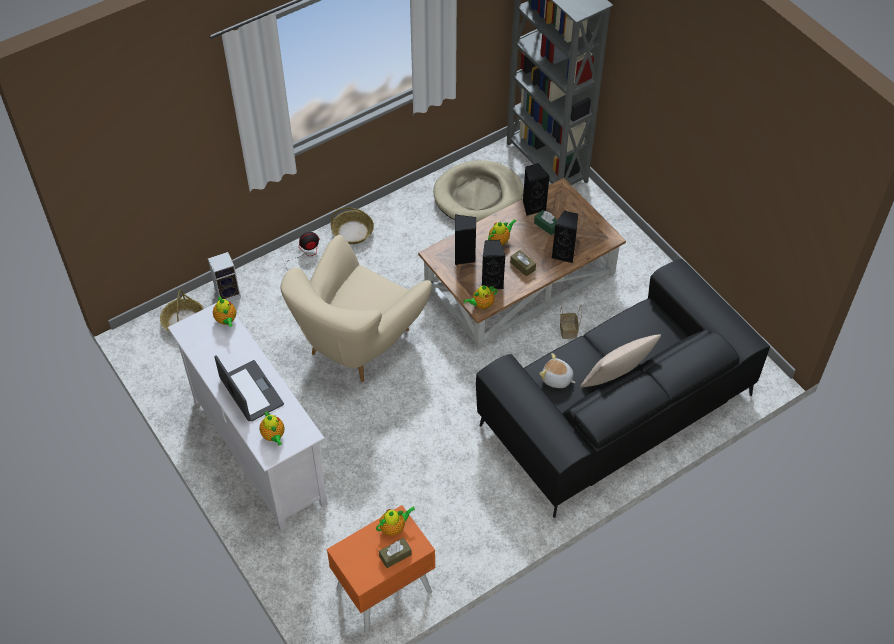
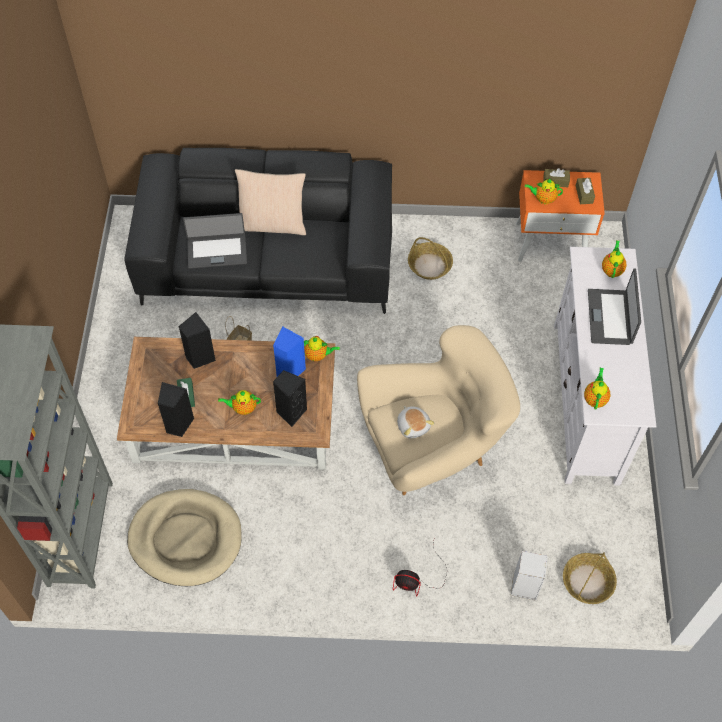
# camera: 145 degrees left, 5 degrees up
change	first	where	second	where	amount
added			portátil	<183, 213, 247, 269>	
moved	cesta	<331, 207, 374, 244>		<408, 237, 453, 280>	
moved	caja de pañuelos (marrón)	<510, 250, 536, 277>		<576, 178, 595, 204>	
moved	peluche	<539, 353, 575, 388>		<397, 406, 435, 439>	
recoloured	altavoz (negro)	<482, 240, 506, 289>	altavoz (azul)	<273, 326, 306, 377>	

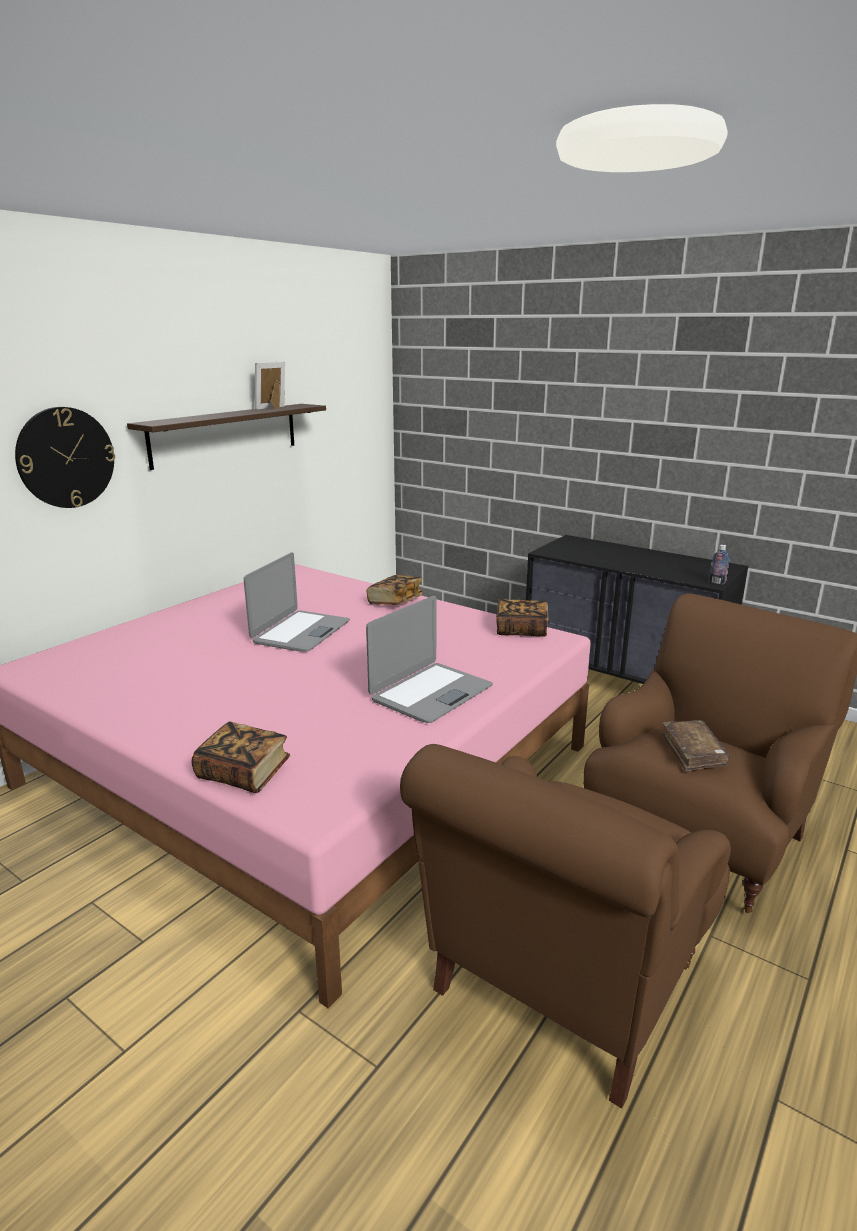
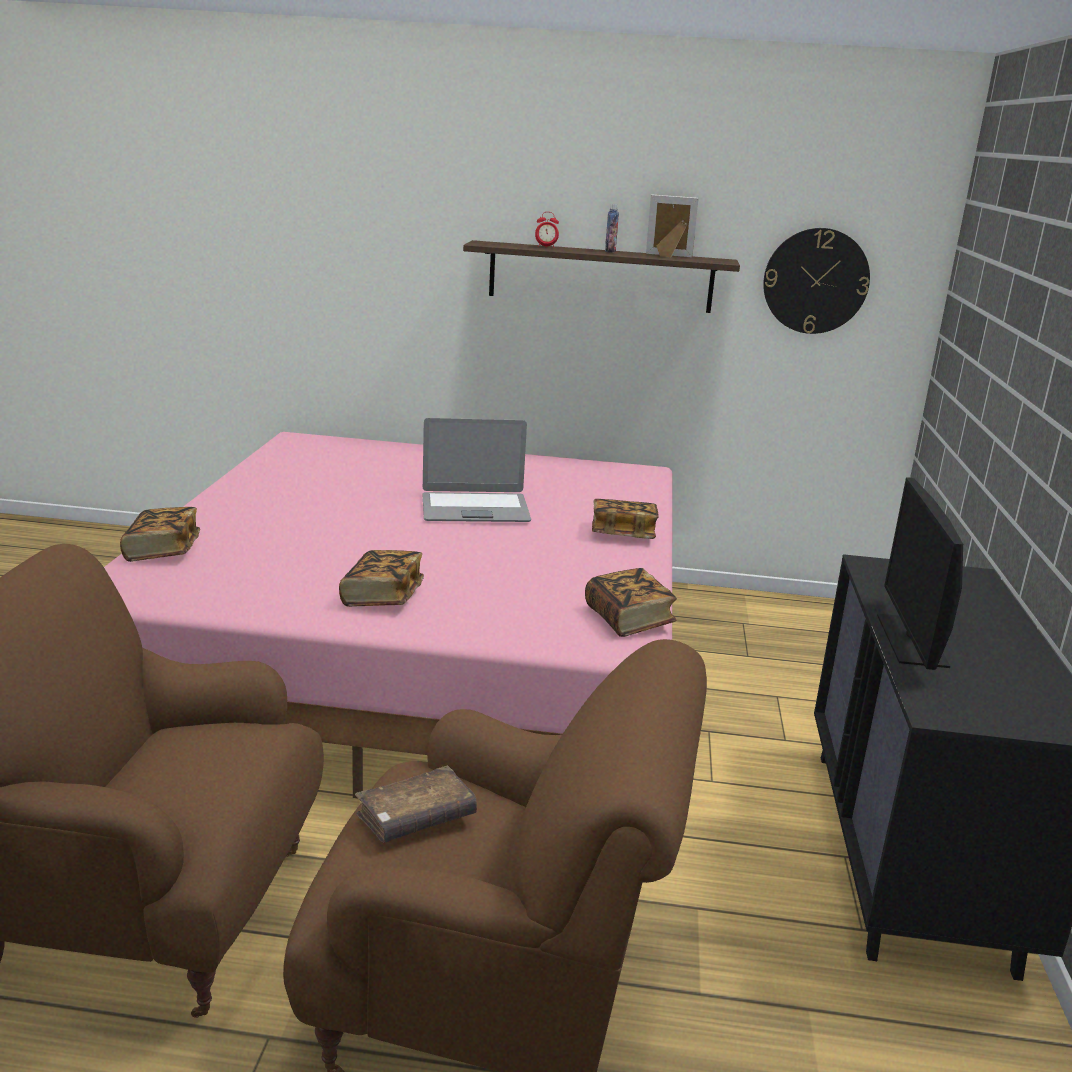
# camera: 60 degrees right, 0 degrees up
change	first	where	second	where	amount
added			despertador	<535, 212, 559, 248>	
added			monitor	<877, 477, 963, 670>	
moved	reloj de pared	<15, 407, 115, 508>		<763, 228, 870, 334>	
moved	botella	<709, 545, 730, 584>		<605, 204, 619, 253>	
replaced	portátil	<366, 596, 493, 723>	libro	<339, 550, 424, 607>	

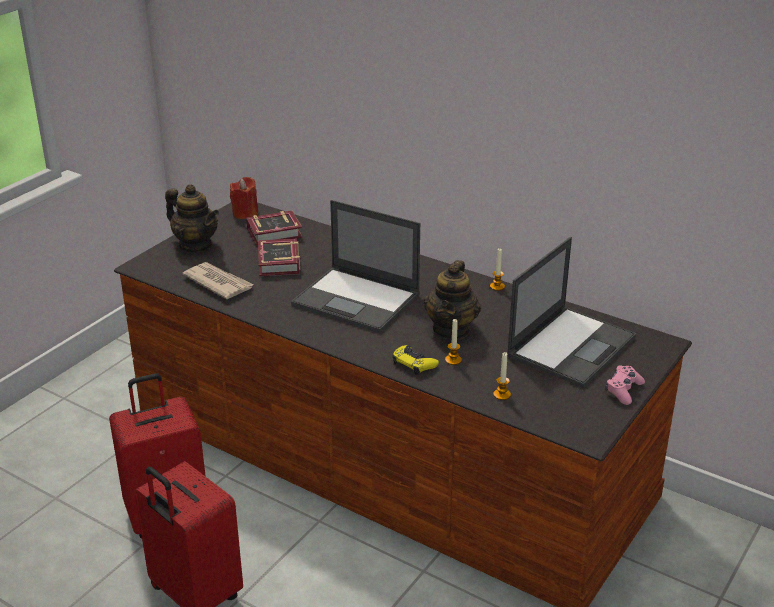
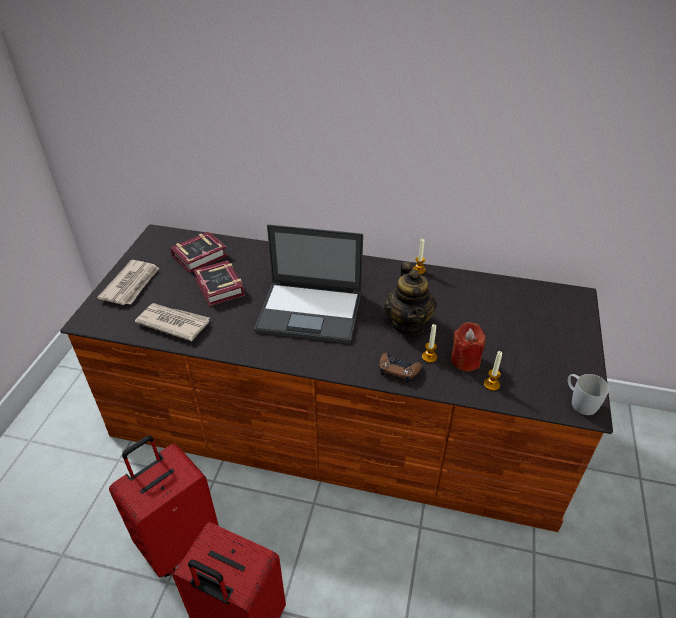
# camera: 20 degrees left, 10 degrees up
change	first	where	second	where	amount
removed	portátil	<507, 237, 636, 388>			
removed	mando de consola (rosa)	<606, 365, 645, 405>			
added			taza grande (blanco)	<568, 374, 609, 415>	
moved	vela (rojo)	<230, 177, 258, 219>		<451, 322, 485, 371>	
replaced	tetera	<165, 184, 219, 252>	periódico	<97, 260, 160, 305>	
recoloured	mando de consola (amarillo)	<393, 345, 439, 375>	mando de consola (marrón)	<379, 353, 422, 383>	

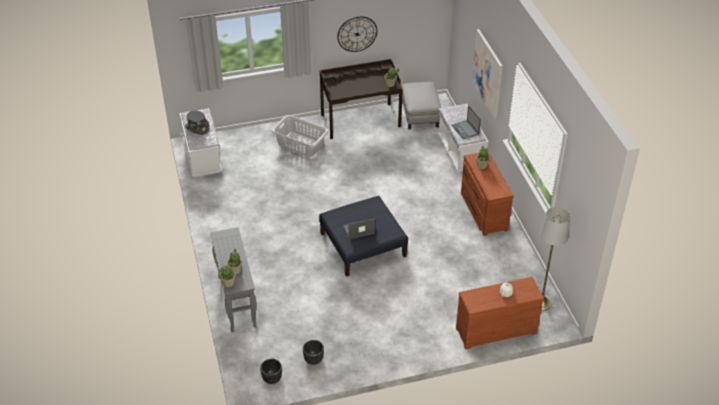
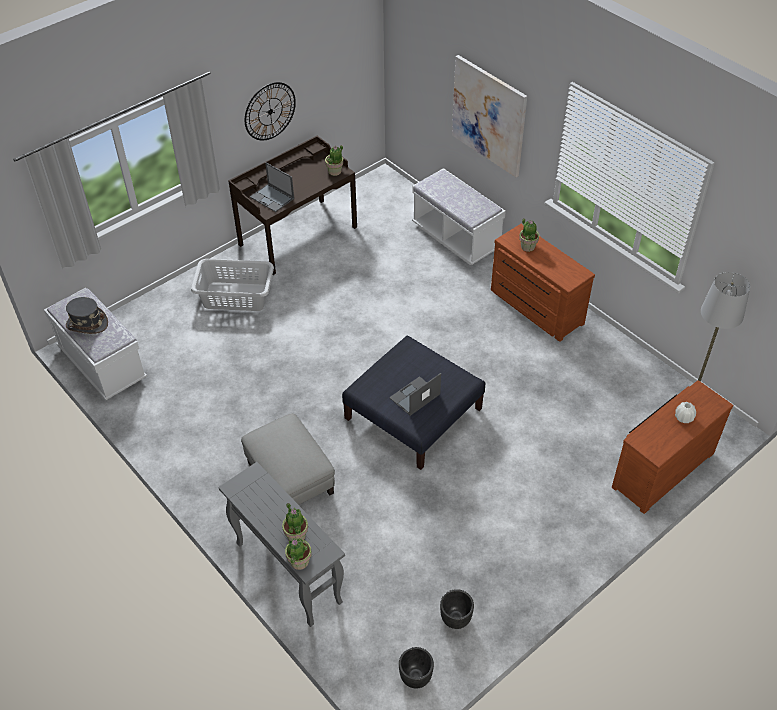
# camera: 25 degrees left, 5 degrees up
change	first	where	second	where	amount
moved	puf (gris)	<402, 82, 441, 130>		<241, 413, 335, 505>	
moved	portátil	<452, 106, 481, 139>		<250, 163, 294, 212>	

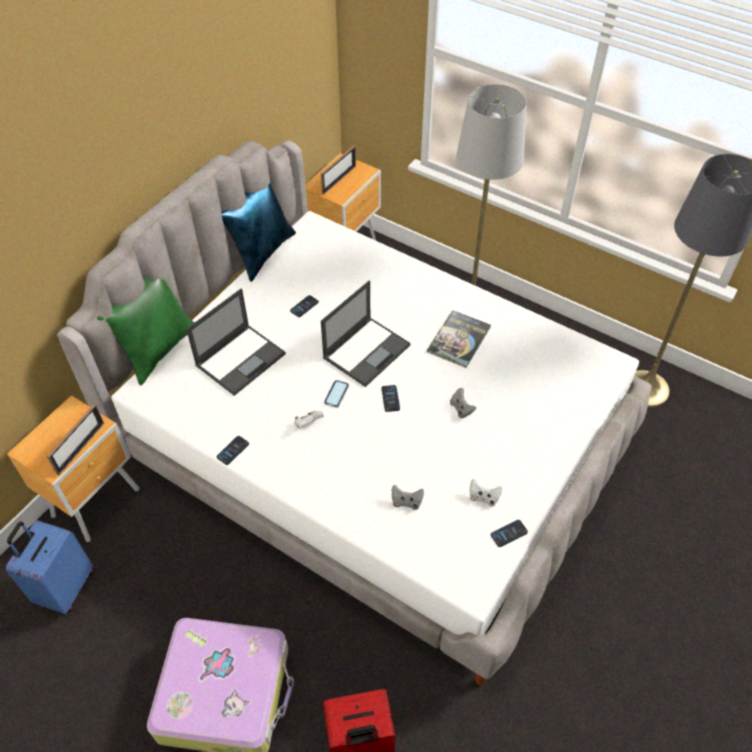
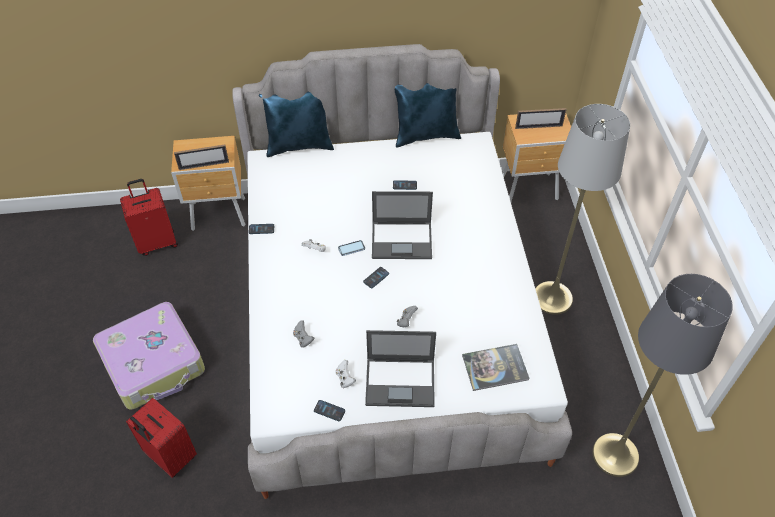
# camera: 50 degrees right, 0 degrees up
change	first	where	second	where	amount
moved	portátil	<186, 288, 286, 396>		<365, 330, 436, 407>	
moved	libro	<427, 310, 491, 368>		<462, 344, 530, 391>	
recoloured	maleta (azul)	<6, 520, 94, 614>	maleta (rojo)	<120, 179, 178, 256>	
recoloured	cojín (verde)	<97, 278, 194, 386>	cojín (azul)	<259, 91, 334, 157>	

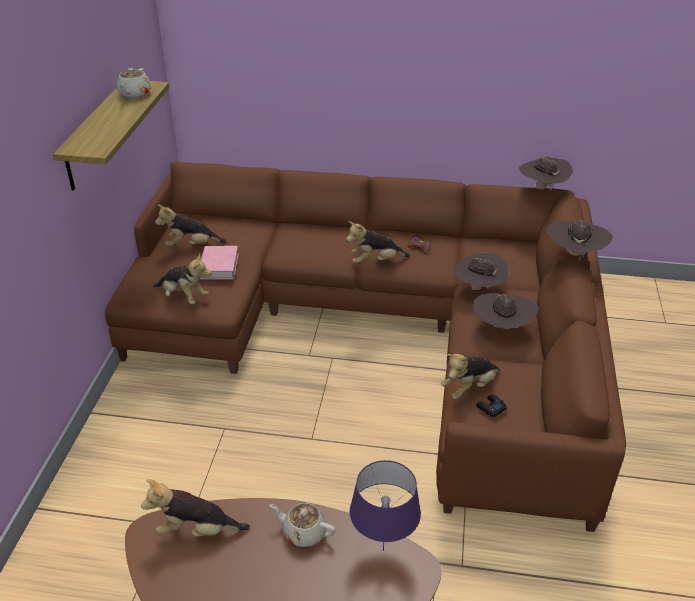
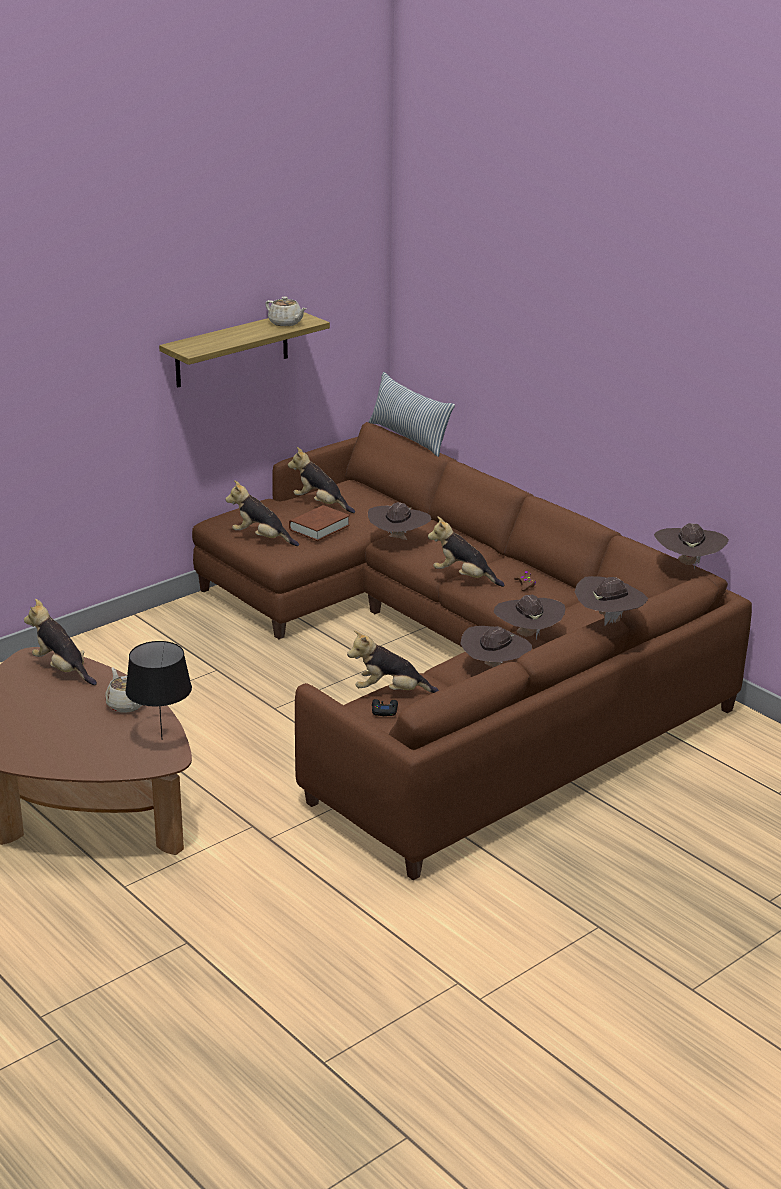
# camera: 40 degrees right, 10 degrees down
change	first	where	second	where	amount
added			sombrero (marrón)	<368, 502, 431, 540>	
added			cojín	<369, 372, 455, 457>	
recoloured	libro (rosa)	<200, 246, 239, 279>	libro (marrón)	<289, 505, 350, 541>	
recoloured	lámpara de mesa (morado)	<350, 460, 421, 551>	lámpara de mesa (negro)	<125, 641, 192, 739>	
turned	tetera (beis)	<116, 68, 151, 99>		<265, 297, 307, 326>	105 degrees counterclockwise
turned	peluche	<153, 253, 211, 304>		<225, 480, 299, 546>	135 degrees clockwise

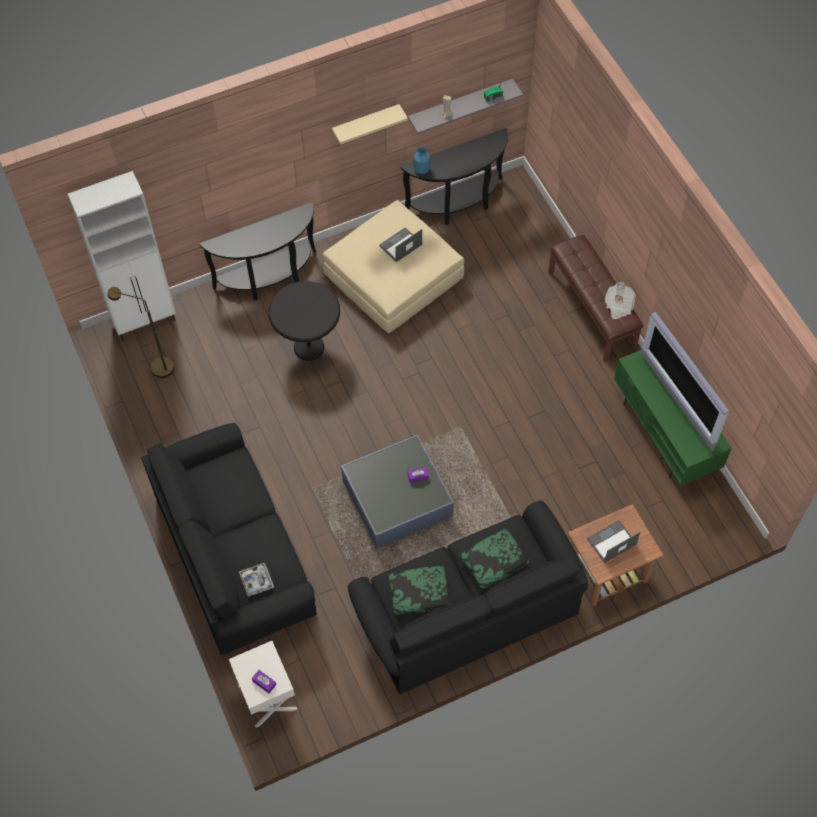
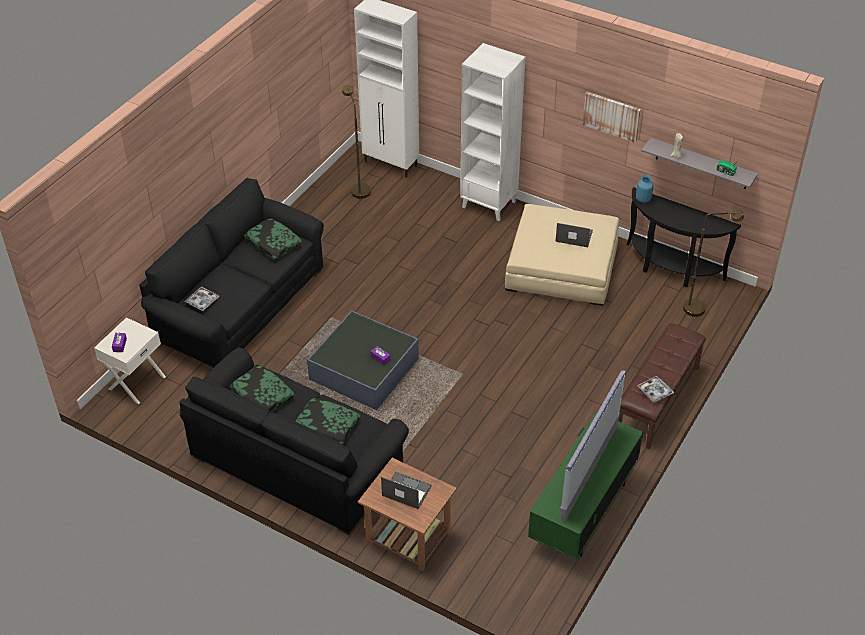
# camera: 55 degrees right, 15 degrees down
change	first	where	second	where	amount
removed	mesa auxiliar (negro)	<269, 281, 340, 361>			
added			cojín	<244, 219, 302, 259>	
added			lámpara de pie (marrón)	<683, 210, 744, 317>	
replaced	mesa consola (negro)	<200, 202, 316, 301>	estantería (blanco)	<460, 43, 525, 221>	
replaced	estante (beis)	<332, 104, 408, 145>	cuadro	<583, 92, 641, 143>	
replaced	periódico	<604, 282, 636, 319>	bandeja	<637, 376, 675, 403>	

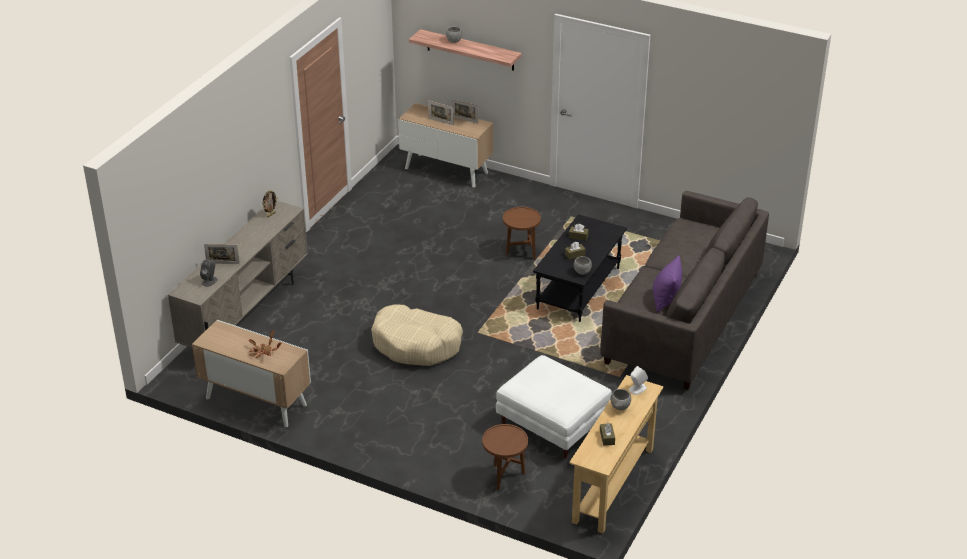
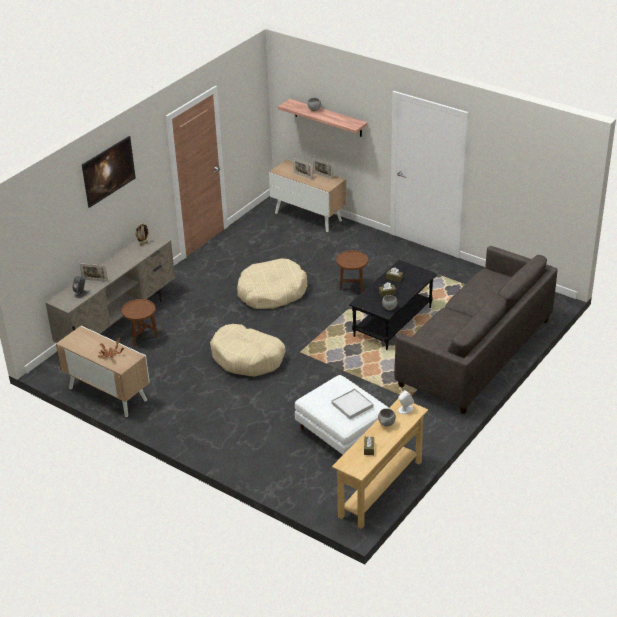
# camera: 10 degrees right, 0 degrees up
change	first	where	second	where	amount
removed	cojín (morado)	<653, 255, 682, 312>			
added			cuadro	<82, 136, 136, 208>	
added			cama para perro (beis)	<237, 258, 308, 309>	
added			bandeja (blanco)	<332, 389, 373, 419>	
moved	mesa auxiliar (marrón)	<482, 424, 528, 490>		<122, 299, 158, 346>	

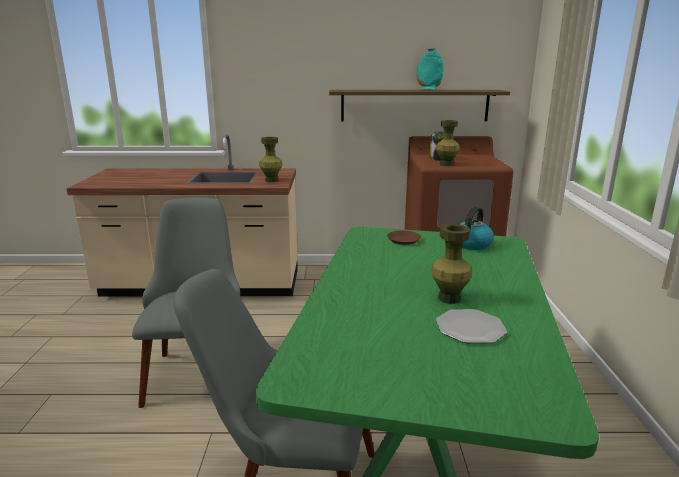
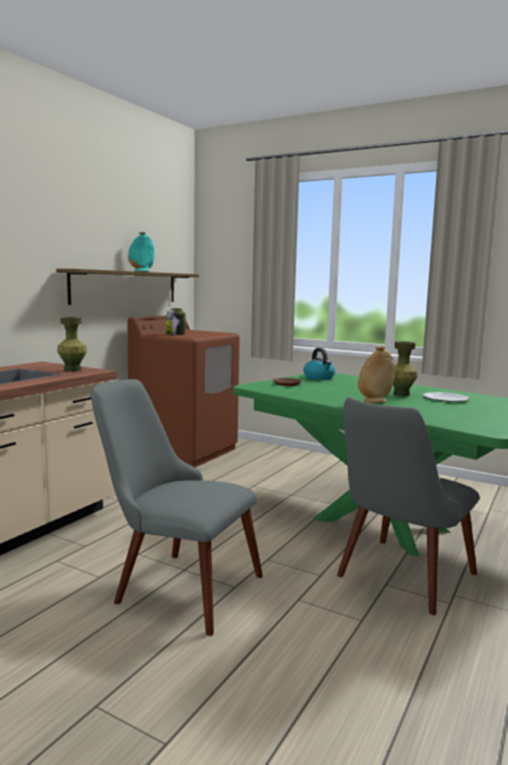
# camera: 60 degrees left, 10 degrees down
change	first	where	second	where	amount
removed	florero (verde)	<436, 120, 459, 166>			
added			florero (beis)	<357, 346, 395, 403>	

